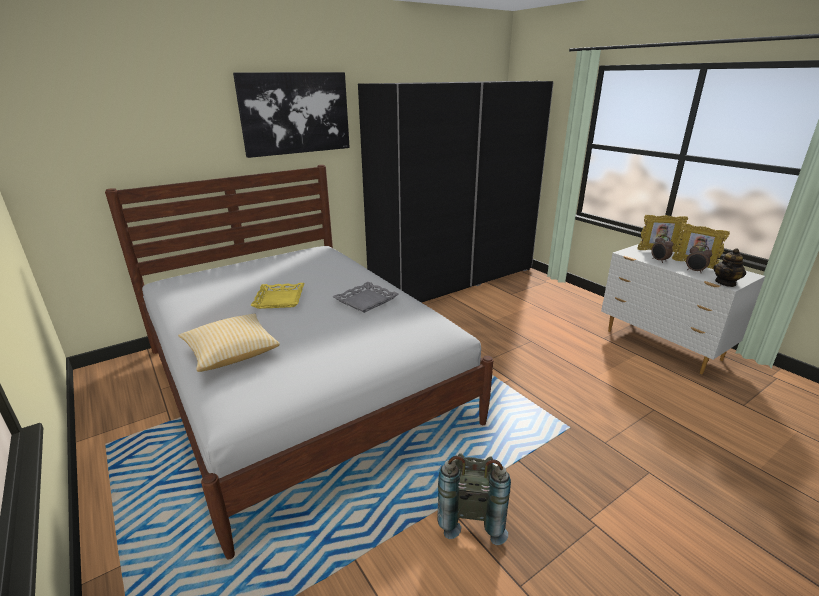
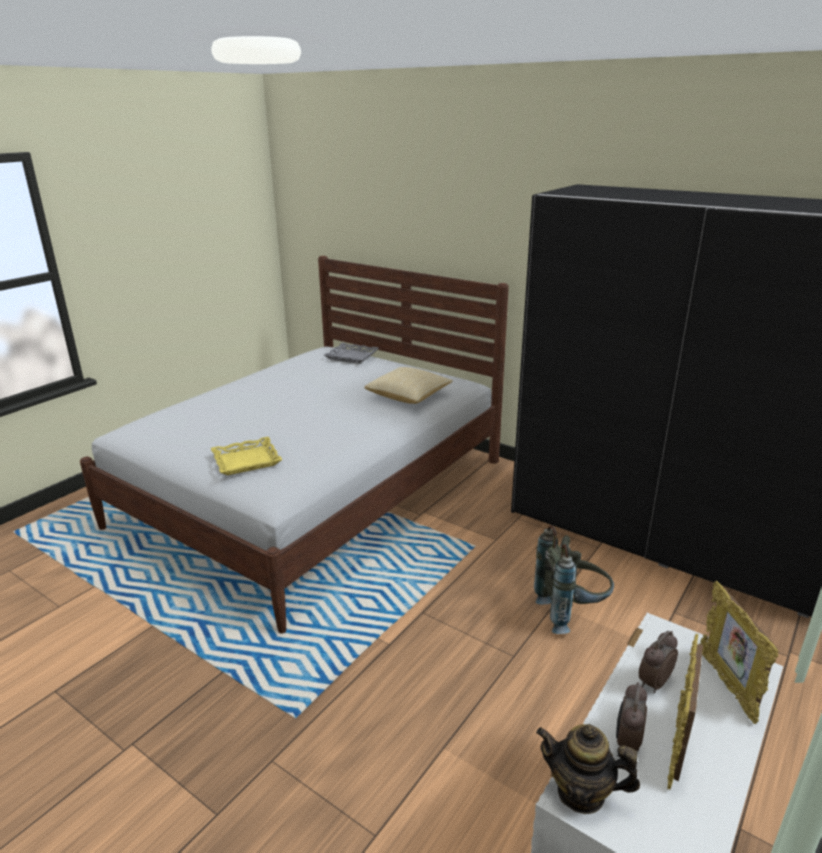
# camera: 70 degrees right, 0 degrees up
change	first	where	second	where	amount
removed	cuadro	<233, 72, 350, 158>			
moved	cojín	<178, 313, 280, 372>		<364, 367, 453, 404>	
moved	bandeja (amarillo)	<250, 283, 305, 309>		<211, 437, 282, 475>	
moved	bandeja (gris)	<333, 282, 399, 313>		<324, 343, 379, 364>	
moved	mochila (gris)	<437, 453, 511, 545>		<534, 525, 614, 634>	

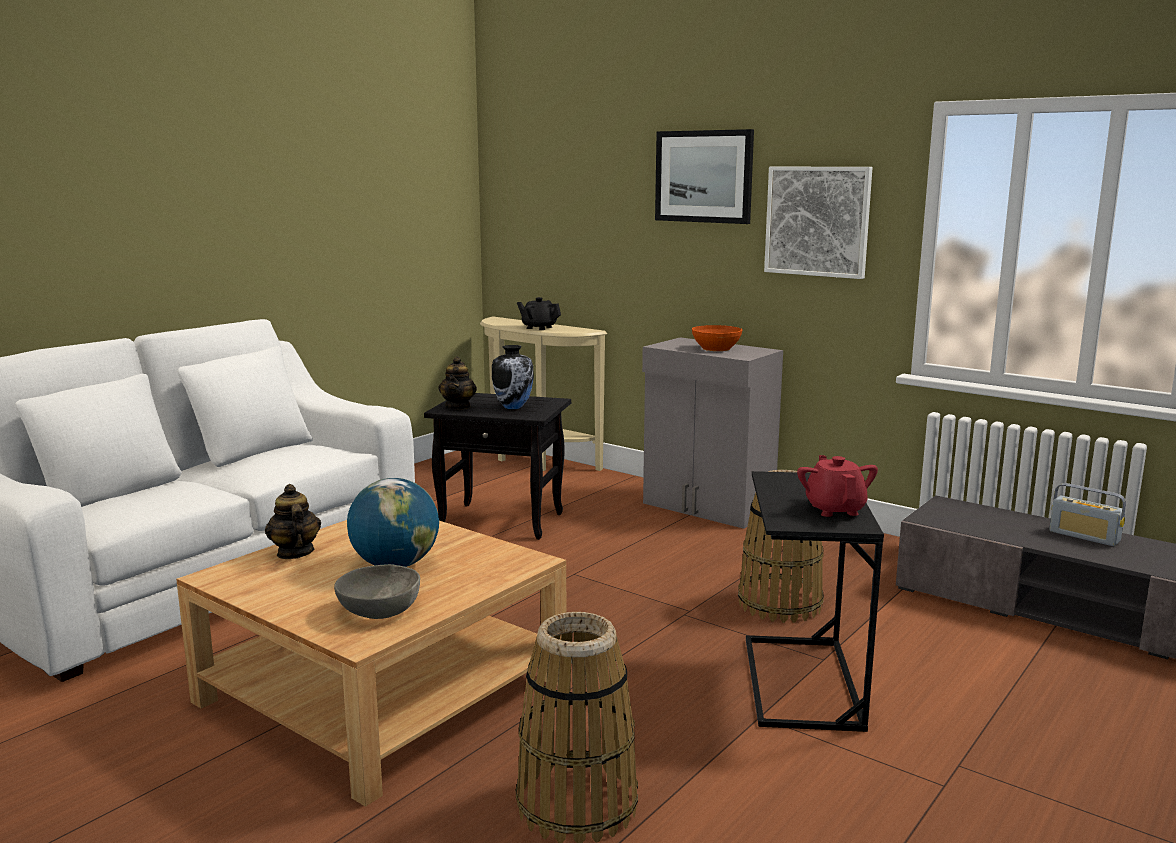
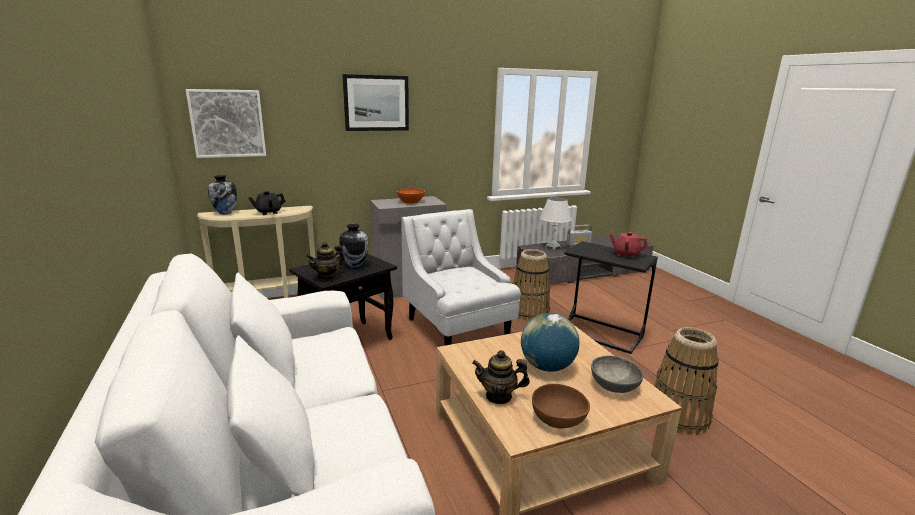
# camera: 60 degrees left, 5 degrees up
change	first	where	second	where	amount
added			florero	<208, 175, 237, 214>	
added			sillón (blanco)	<401, 209, 521, 346>	
added			cuenco (marrón)	<532, 384, 590, 428>	
added			lámpara de mesa (blanco)	<540, 197, 572, 249>	
moved	cuadro	<764, 167, 873, 279>		<186, 89, 266, 158>	
turned	tetera	<438, 356, 477, 410>		<306, 242, 345, 280>	105 degrees clockwise

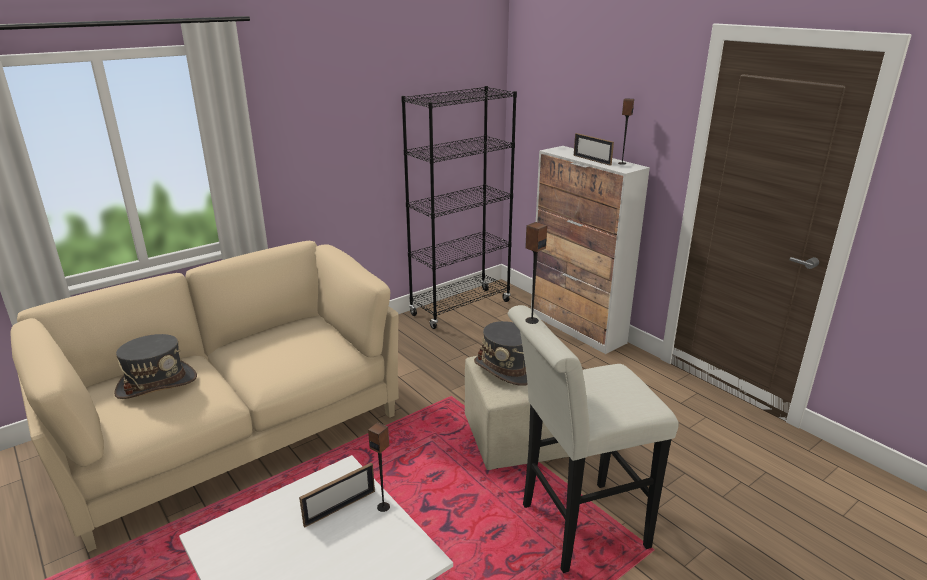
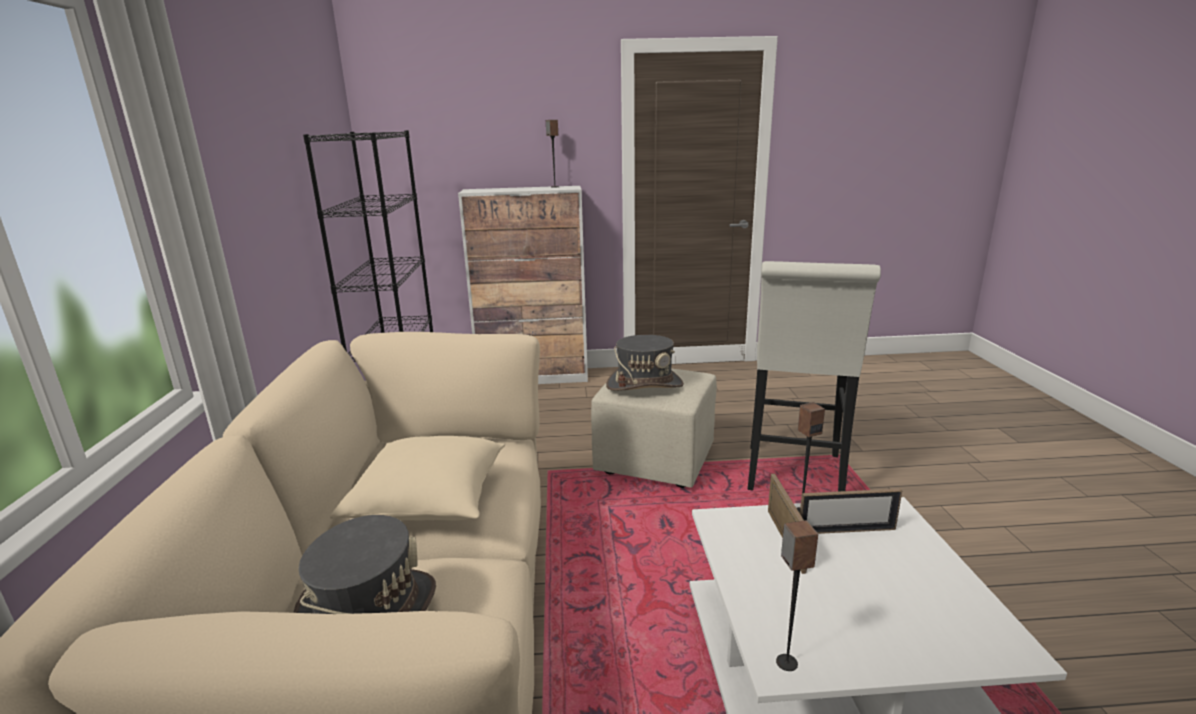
# camera: 55 degrees left, 5 degrees down
change	first	where	second	where	amount
added			cojín (beis)	<330, 436, 505, 521>	
moved	altavoz	<525, 222, 547, 324>		<776, 520, 818, 671>	
moved	portarretratos	<574, 133, 614, 166>		<800, 489, 902, 534>	

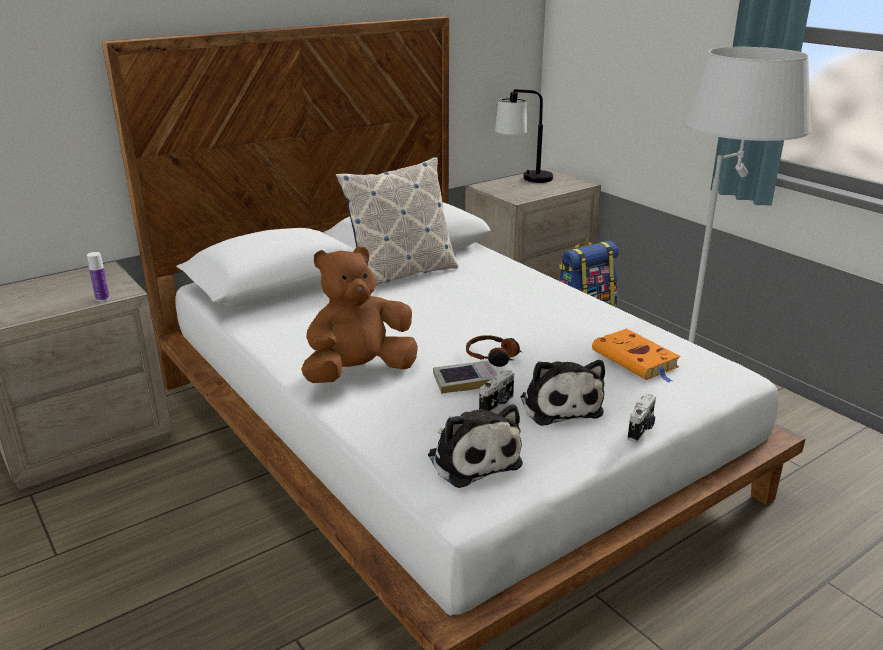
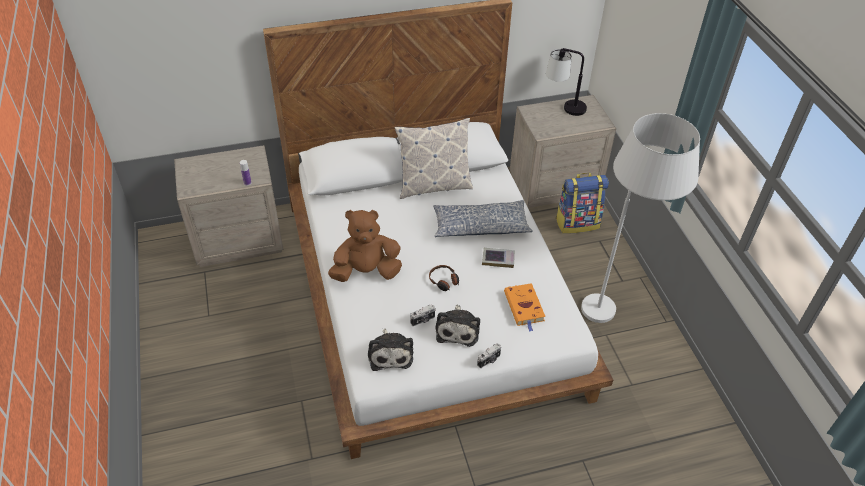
# camera: 20 degrees right, 20 degrees up
change	first	where	second	where	amount
added			cojín	<433, 200, 533, 237>	
moved	libro	<433, 361, 498, 394>		<482, 248, 515, 268>	

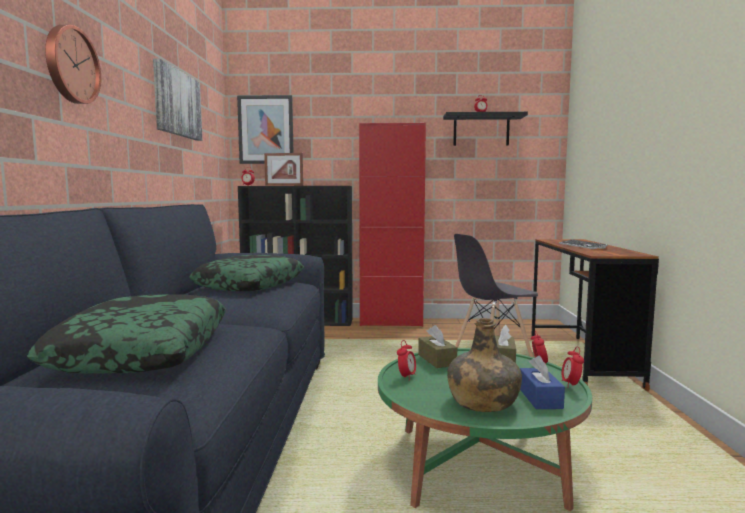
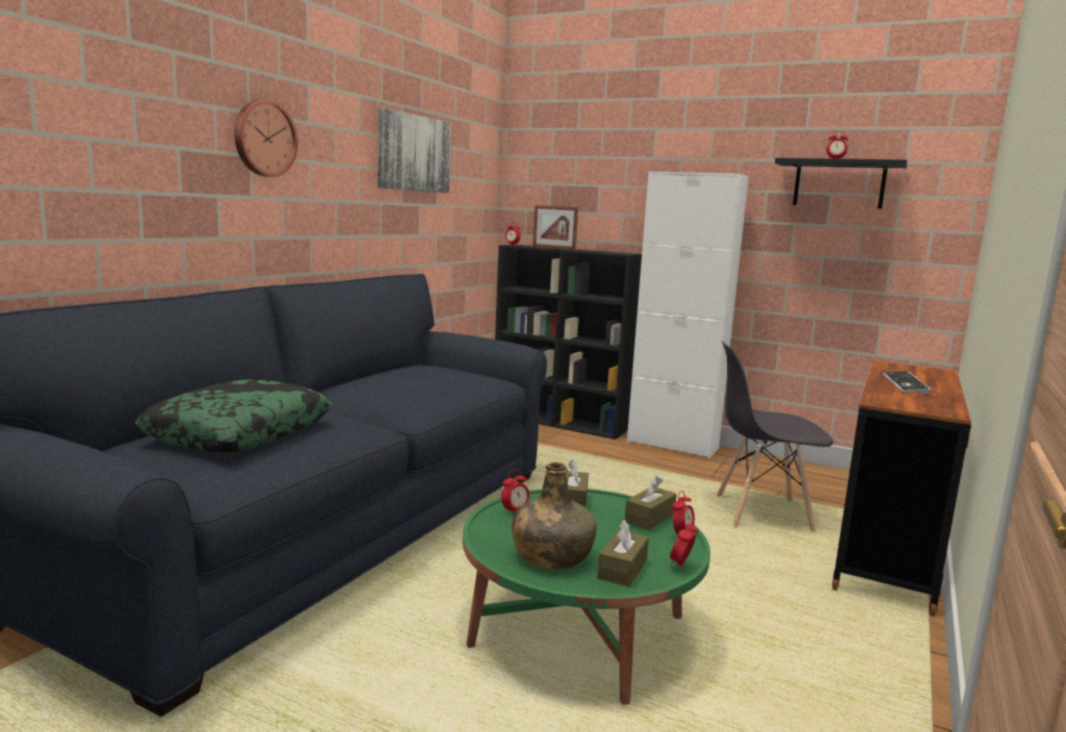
# camera: 25 degrees right, 5 degrees up
change	first	where	second	where	amount
removed	cojín	<189, 255, 304, 291>			
removed	cuadro	<237, 95, 293, 164>			
recoloured	armario (rojo)	<359, 123, 426, 327>	armario (blanco)	<627, 172, 749, 458>	
recoloured	caja de pañuelos (azul)	<520, 356, 565, 409>	caja de pañuelos (marrón)	<597, 519, 649, 587>	

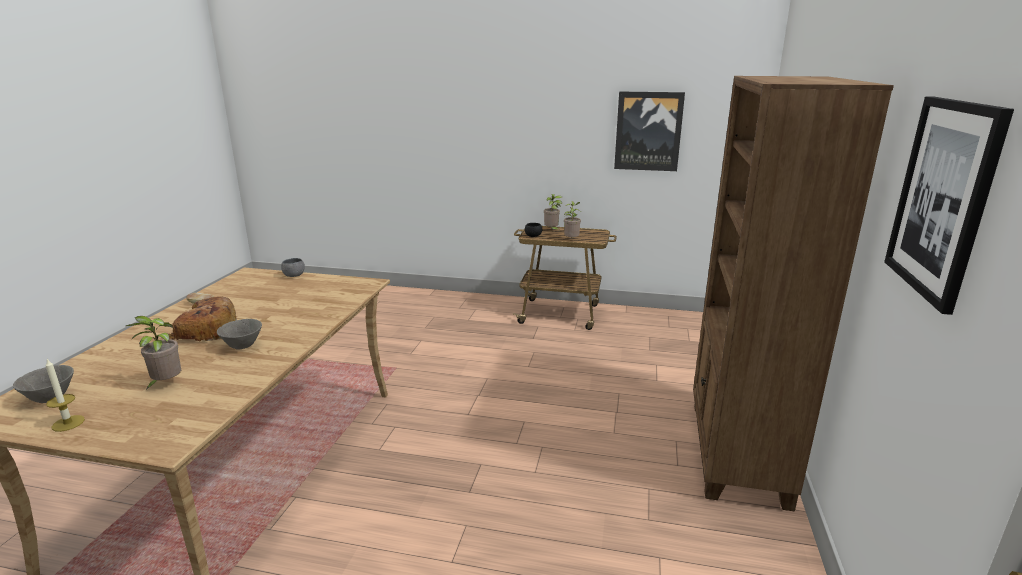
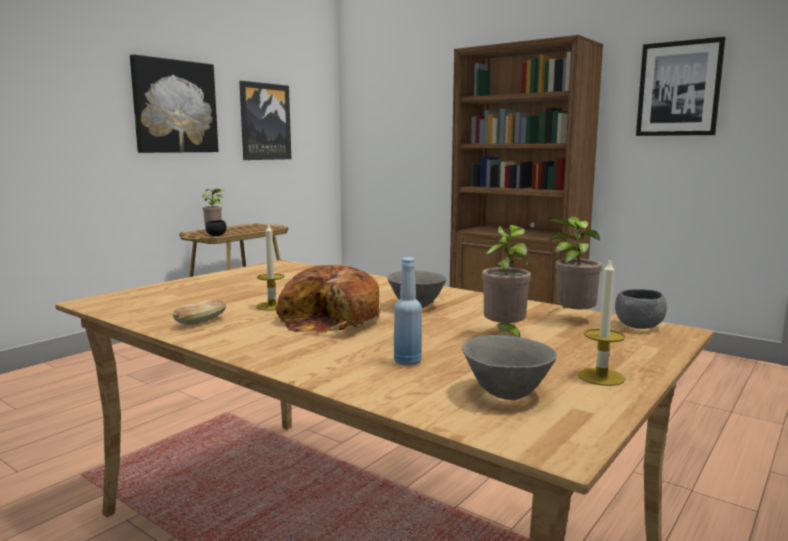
# camera: 65 degrees left, 10 degrees down
change	first	where	second	where	amount
added			cuadro	<130, 54, 219, 153>	
added			vela	<256, 222, 284, 311>	
added			botella (azul)	<394, 257, 422, 366>	
moved	cuenco (gris)	<281, 258, 305, 277>		<615, 289, 667, 329>	
moved	planta en maceta	<564, 201, 581, 237>		<549, 216, 602, 313>	

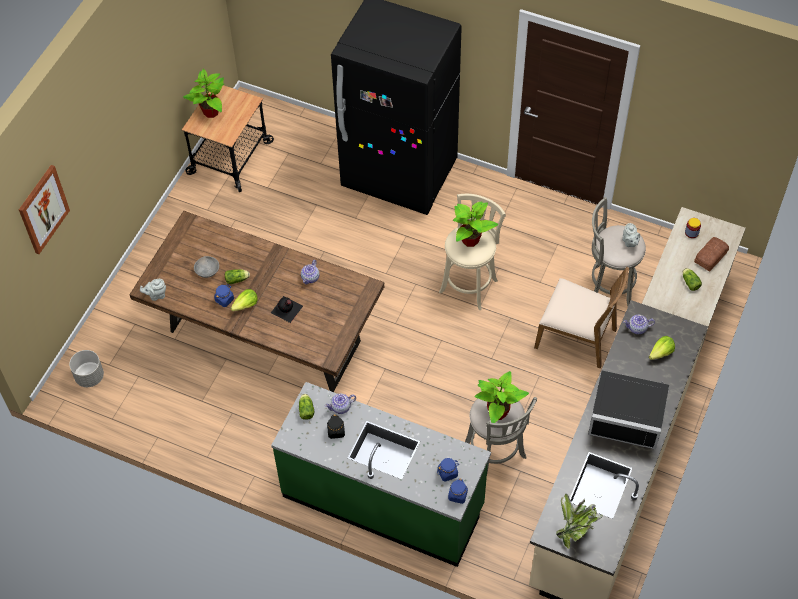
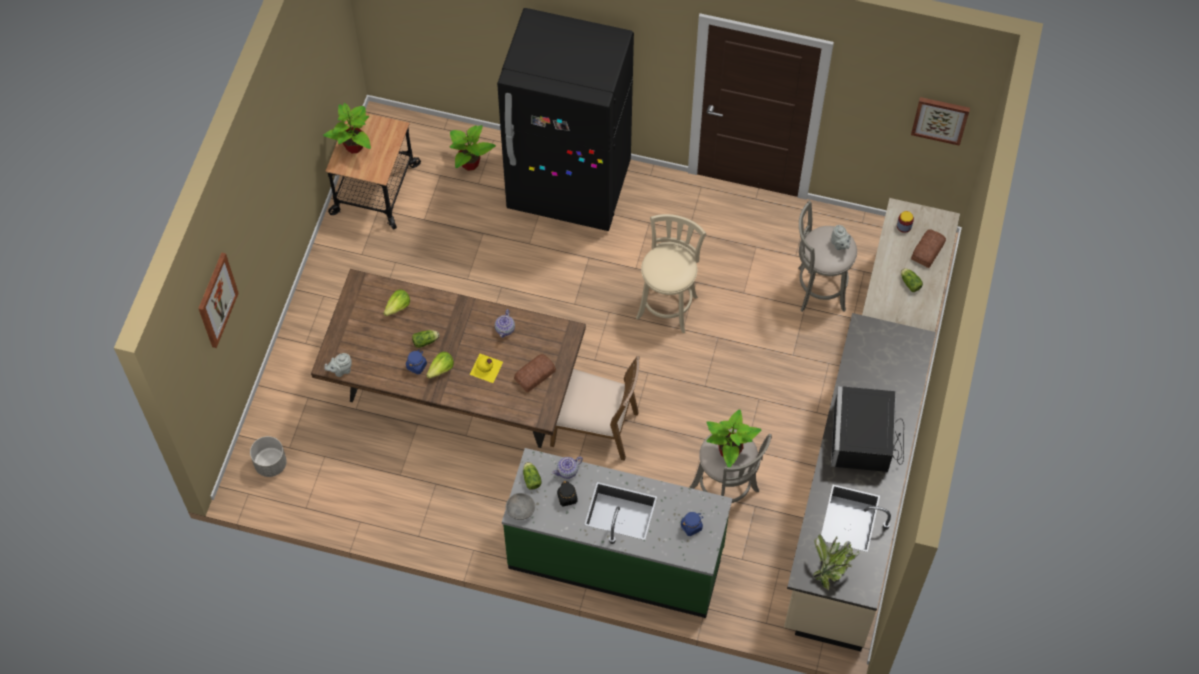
# camera: 10 degrees left, 5 degrees up
change	first	where	second	where	amount
removed	tarro (azul)	<448, 478, 468, 504>			
removed	tetera	<623, 315, 655, 334>			
added			pan	<514, 354, 556, 392>	
added			cuadro	<911, 97, 970, 146>	
moved	cuenco (gris)	<194, 256, 219, 278>		<506, 493, 535, 520>	
moved	planta en maceta	<453, 201, 498, 247>		<449, 125, 496, 171>	
moved	silla (marrón)	<534, 267, 629, 368>		<550, 356, 640, 461>	
moved	lechuga	<649, 336, 675, 360>		<383, 289, 410, 316>	
recoloured	botella (negro)	<271, 296, 303, 323>	botella (amarillo)	<469, 354, 503, 383>	
turned	microondas (negro)	<588, 371, 669, 450>		<831, 386, 904, 472>	90 degrees clockwise

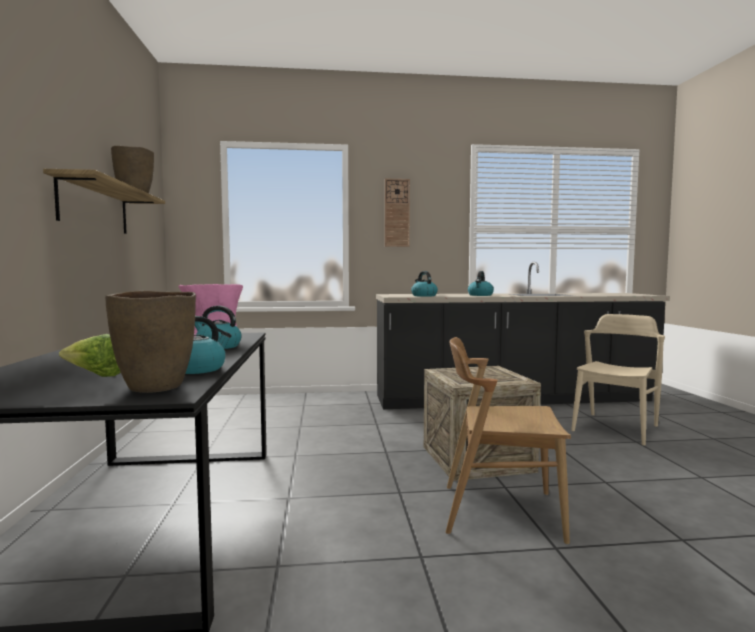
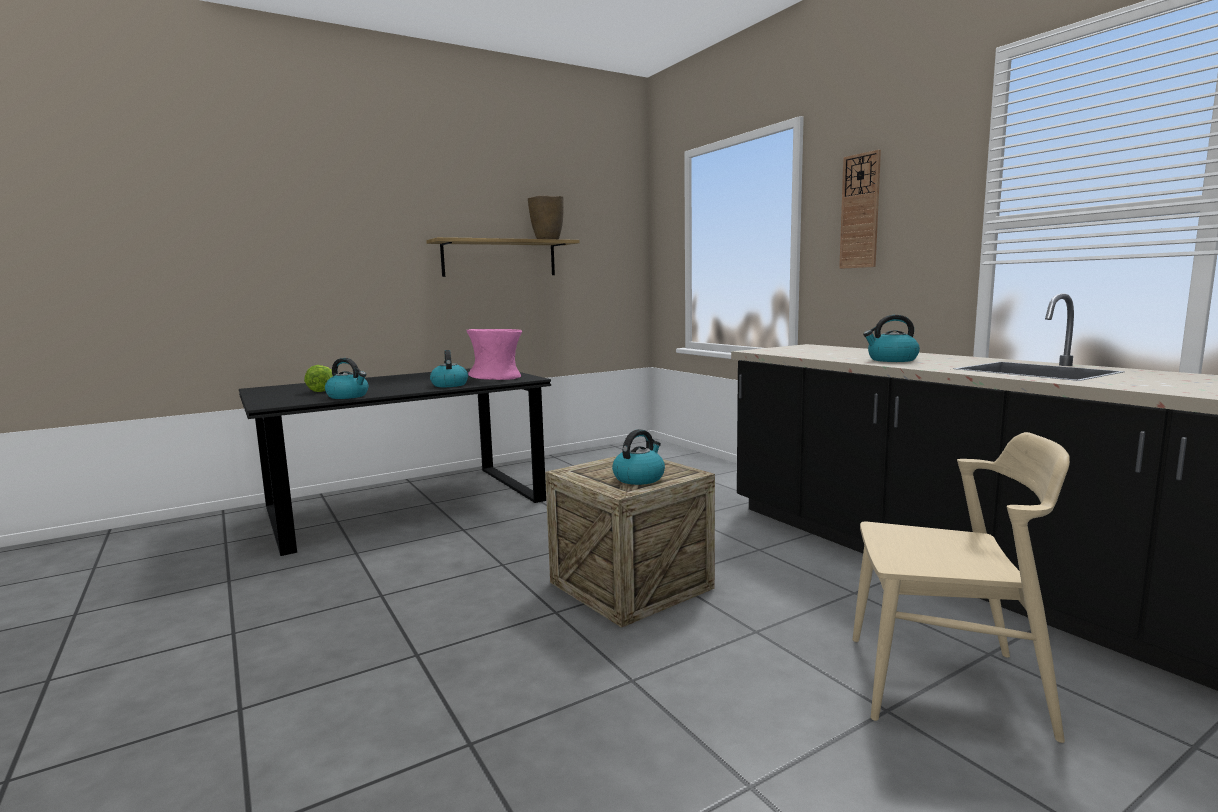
# camera: 65 degrees right, 5 degrees up
change	first	where	second	where	amount
removed	florero (marrón)	<105, 291, 196, 393>			
removed	silla (marrón)	<446, 337, 571, 545>			
moved	hervidor	<411, 271, 438, 297>		<612, 429, 665, 485>	

